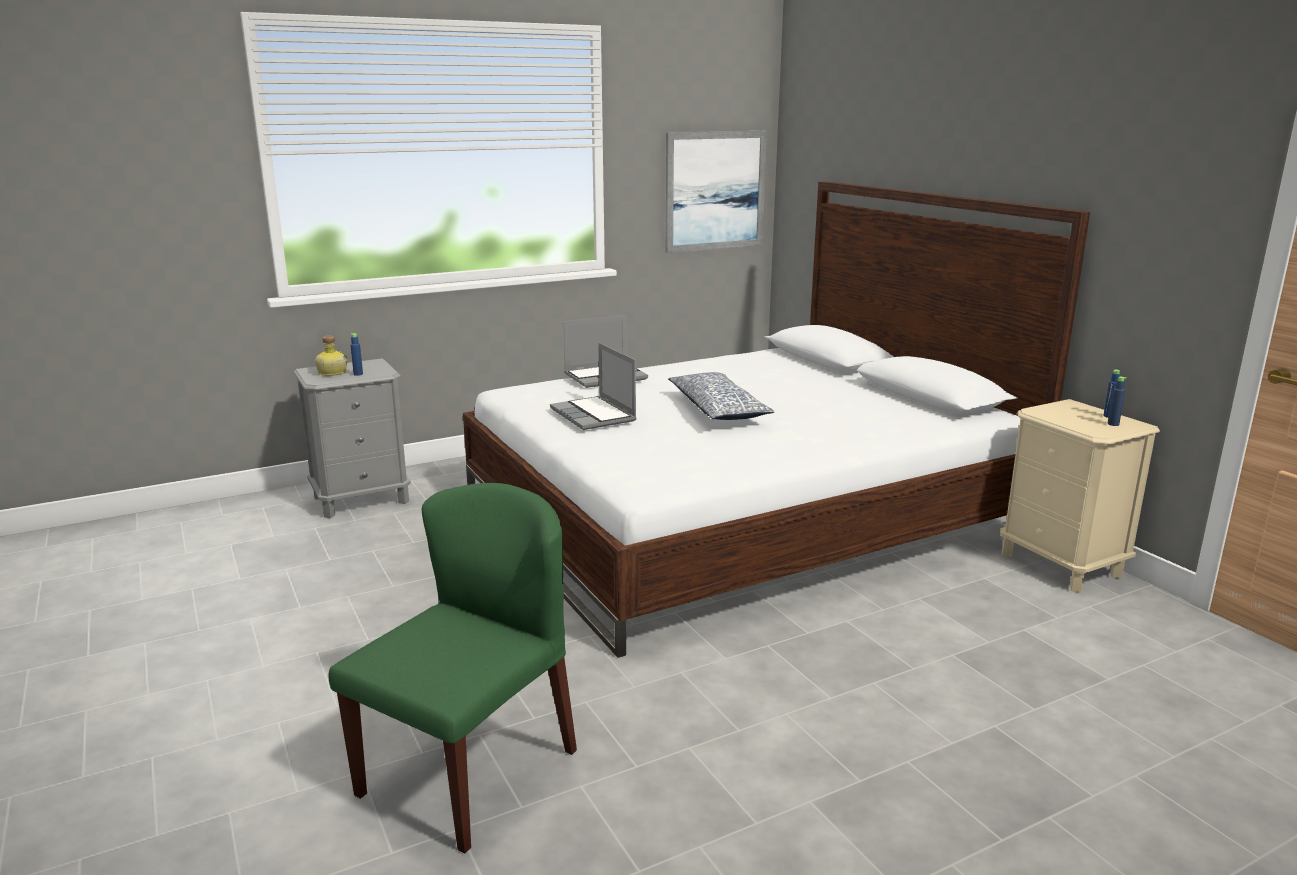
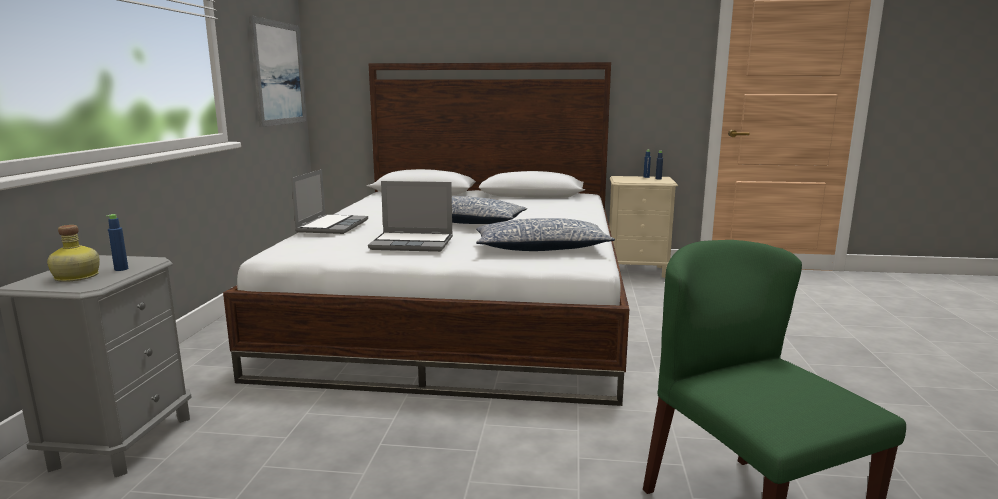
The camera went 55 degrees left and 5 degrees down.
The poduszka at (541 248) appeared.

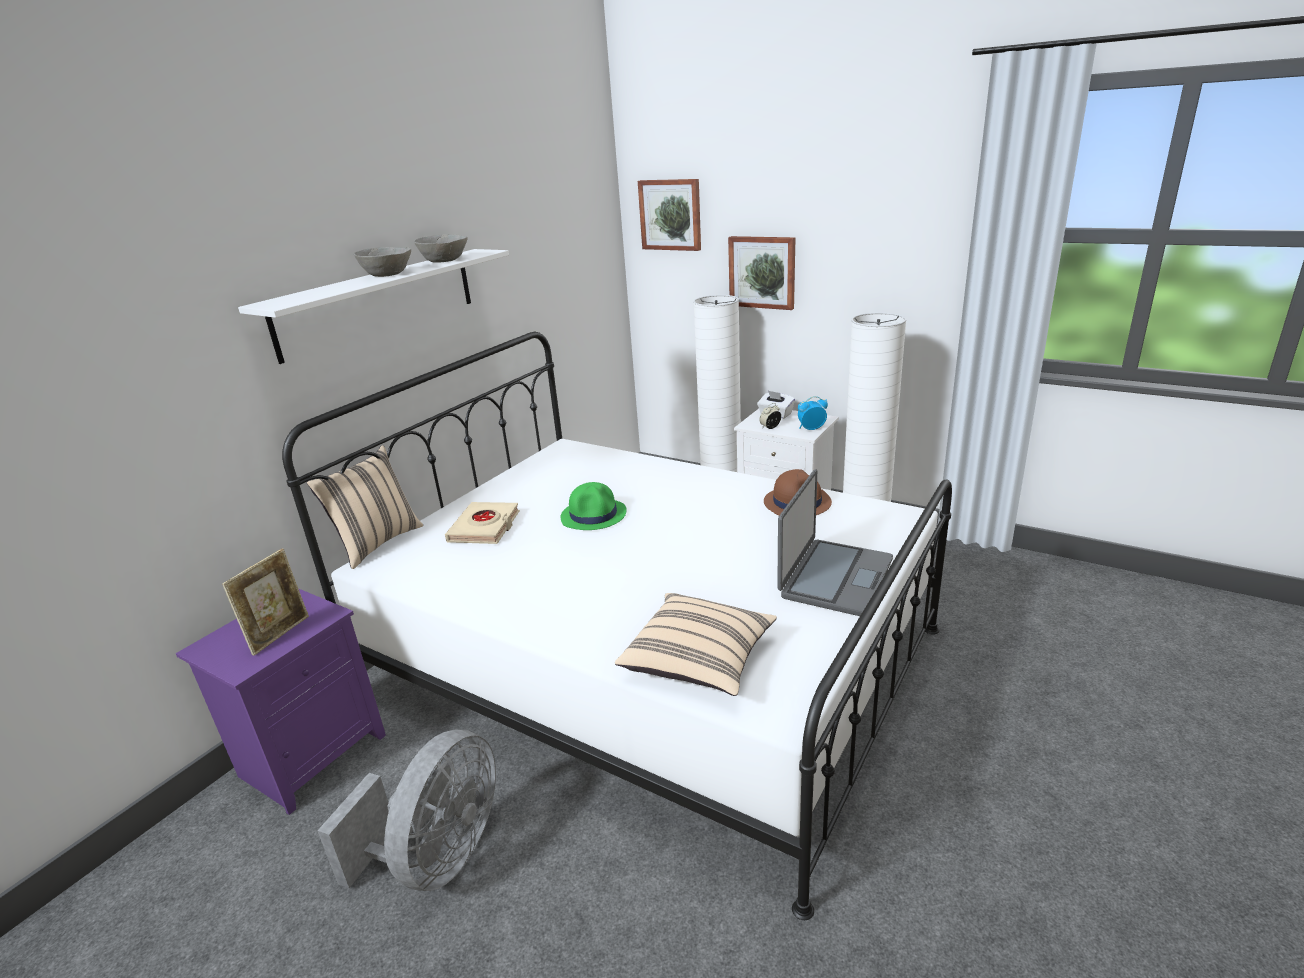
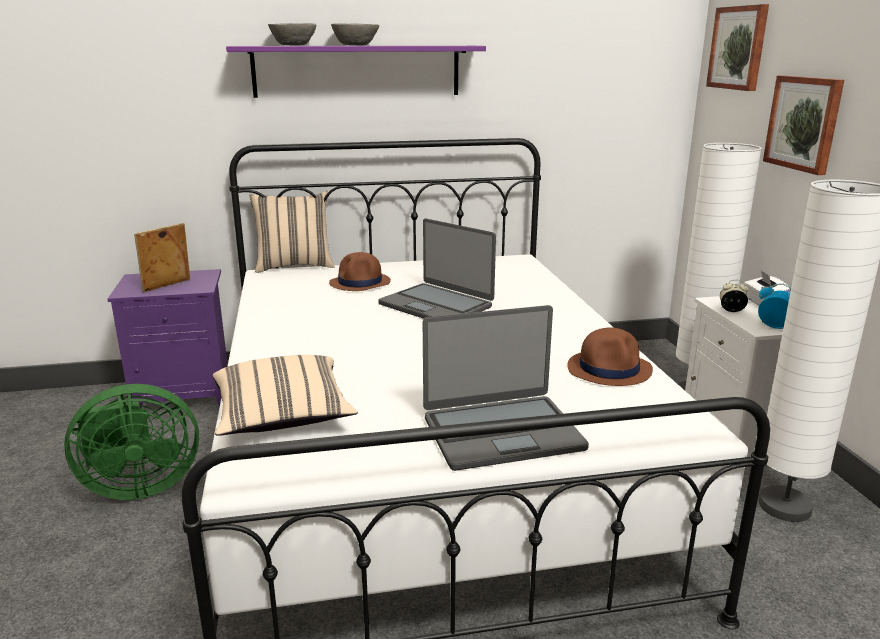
The camera went 45 degrees right and 5 degrees down.
The miska/szary moved from (444 261) to (293 45).
The książka/beżowy at (485 527) was replaced by the kapelusz/brązowy at (360 283).
The kapelusz/zielony at (594 515) was replaced by the laptop at (436 305).
The półka/biały at (379 302) became the półka/fioletowy at (357 71).
The wentylator/szary at (439 857) became the wentylator/zielony at (138 486).
The ramka na zdjęcie at (280 634) turned 150 degrees clockwise.

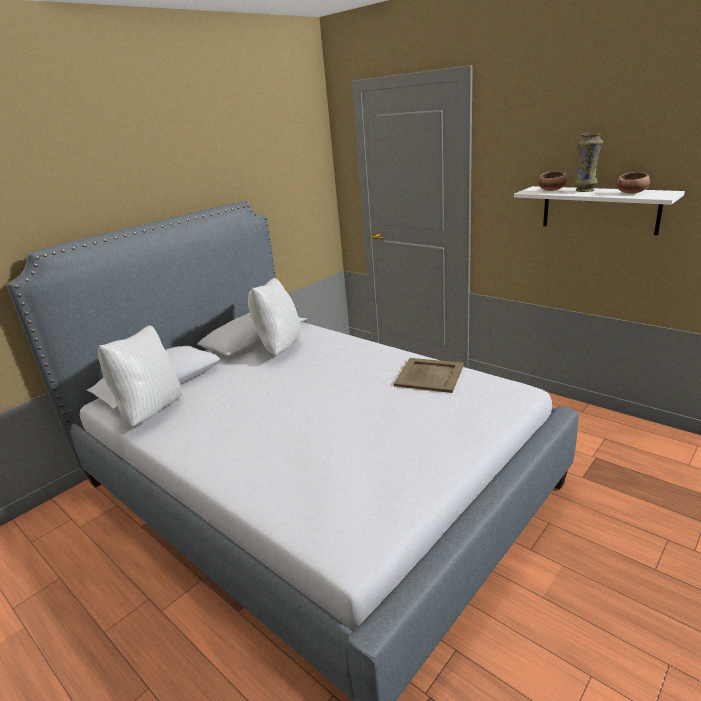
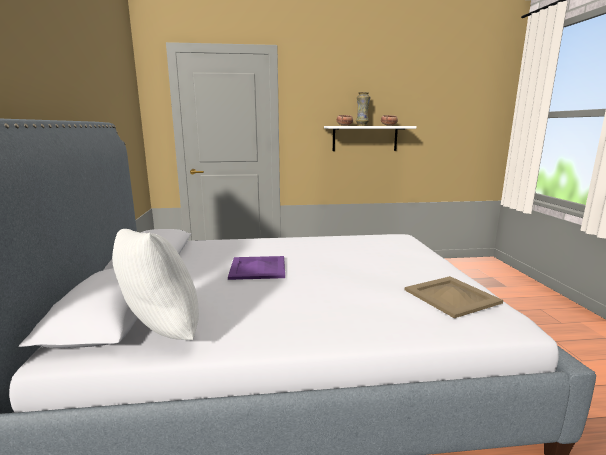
The camera went 50 degrees left and 10 degrees down.
The poduszka/biały at (279 348) disappeared.
The taca/fioletowy at (258 268) appeared.
The taca/beżowy moved from (429 375) to (451 296).

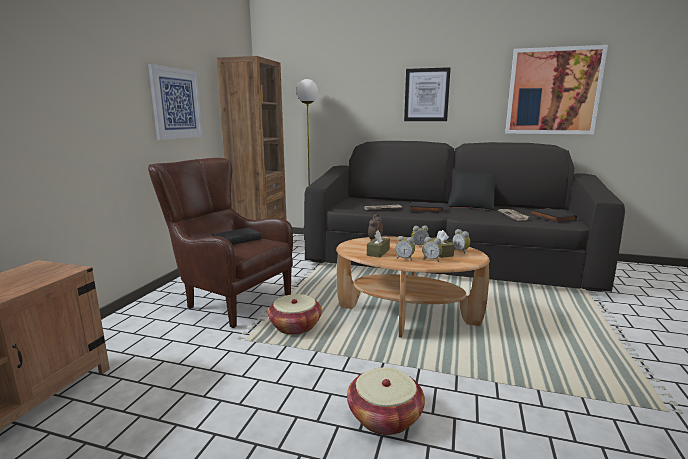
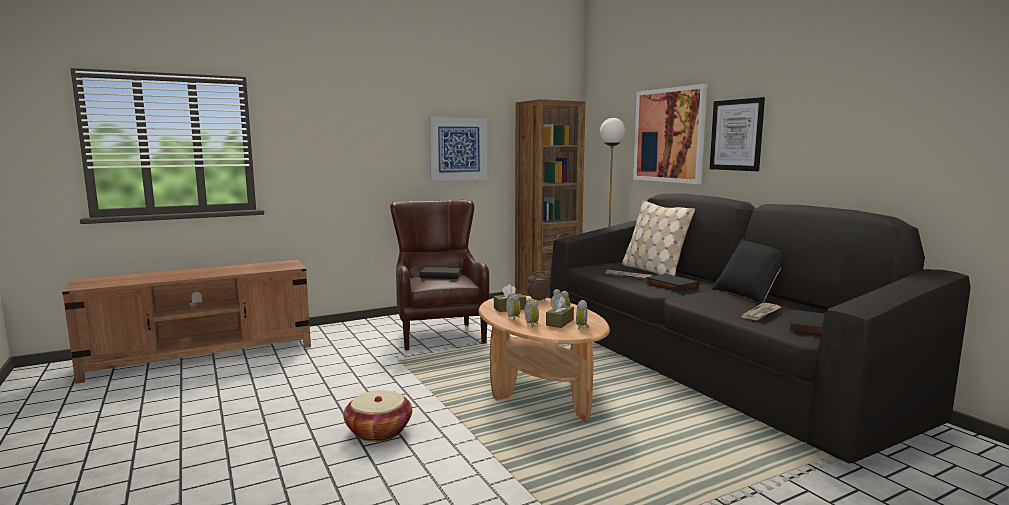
The camera went 45 degrees right and 5 degrees down.
The koszyk at (295 326) disappeared.
The poduszka/beżowy at (653 271) appeared.
The obraz moved from (553 91) to (669 135).

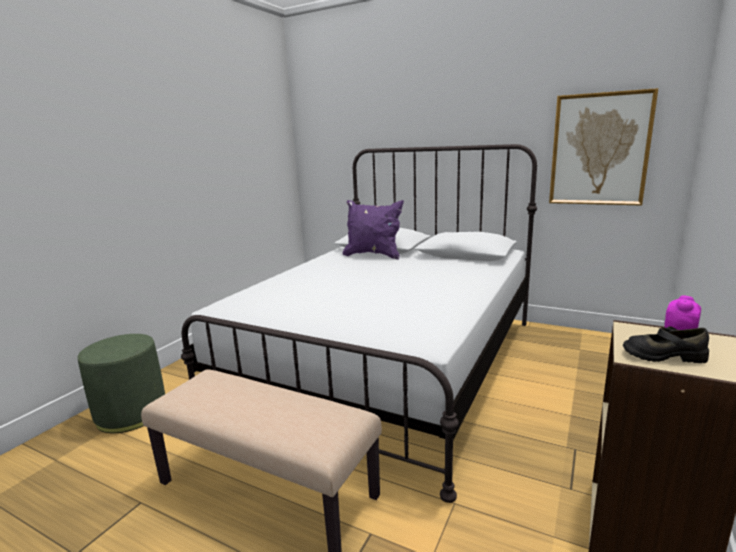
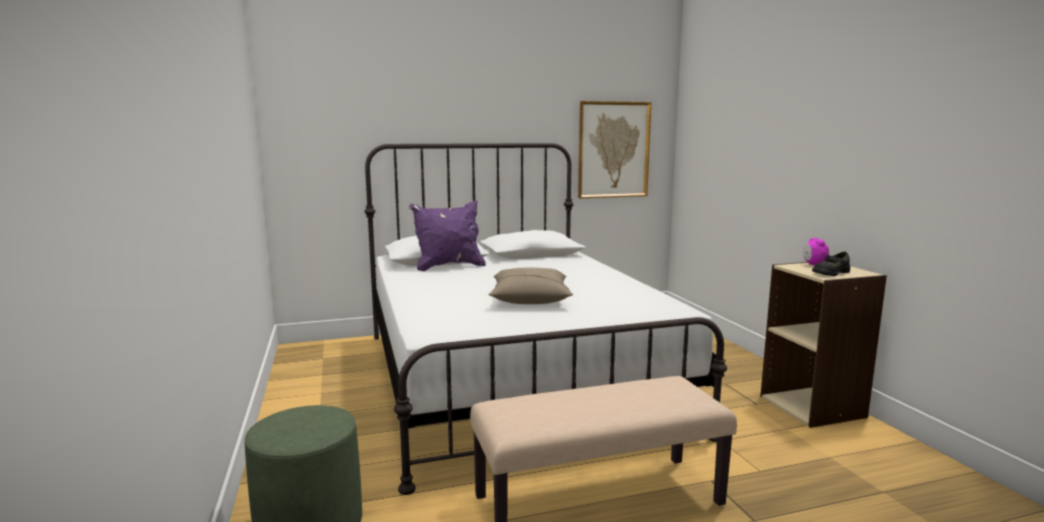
The camera went 45 degrees left and 5 degrees down.
The poduszka/beżowy at (530 299) appeared.

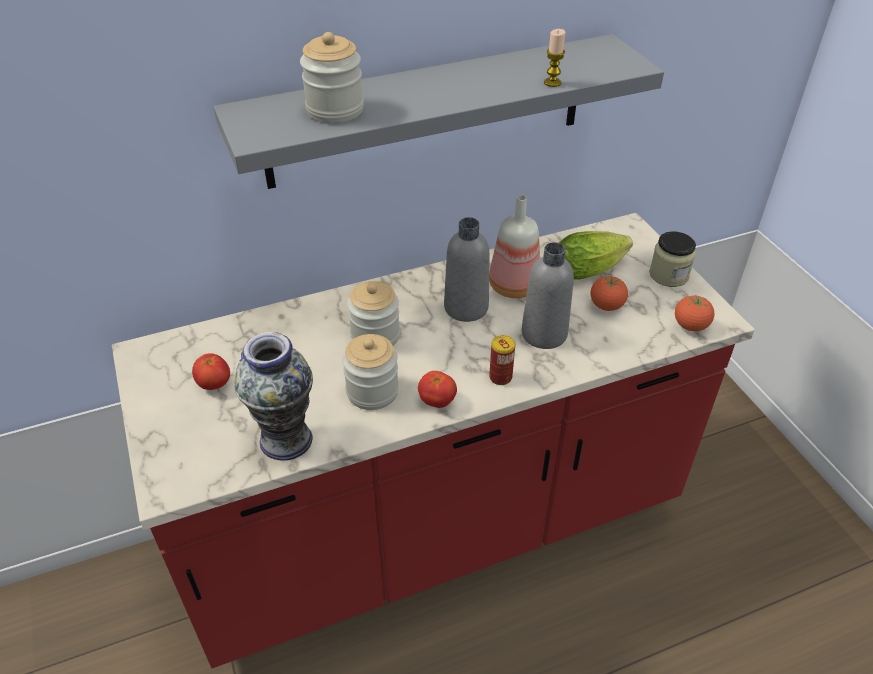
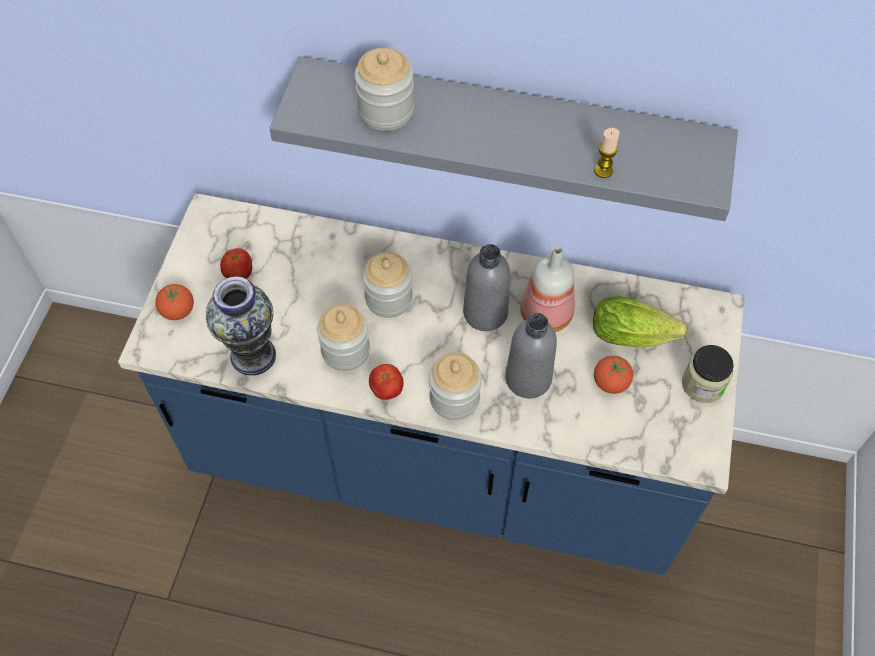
The camera went 35 degrees right and 15 degrees up.
The pomidor moved from (690 326) to (178 311).
The puszka at (500 377) was replaced by the słoik at (454 398).
The zabudowa kuchenna/czerwony at (436 529) became the zabudowa kuchenna/niebieski at (437 465).

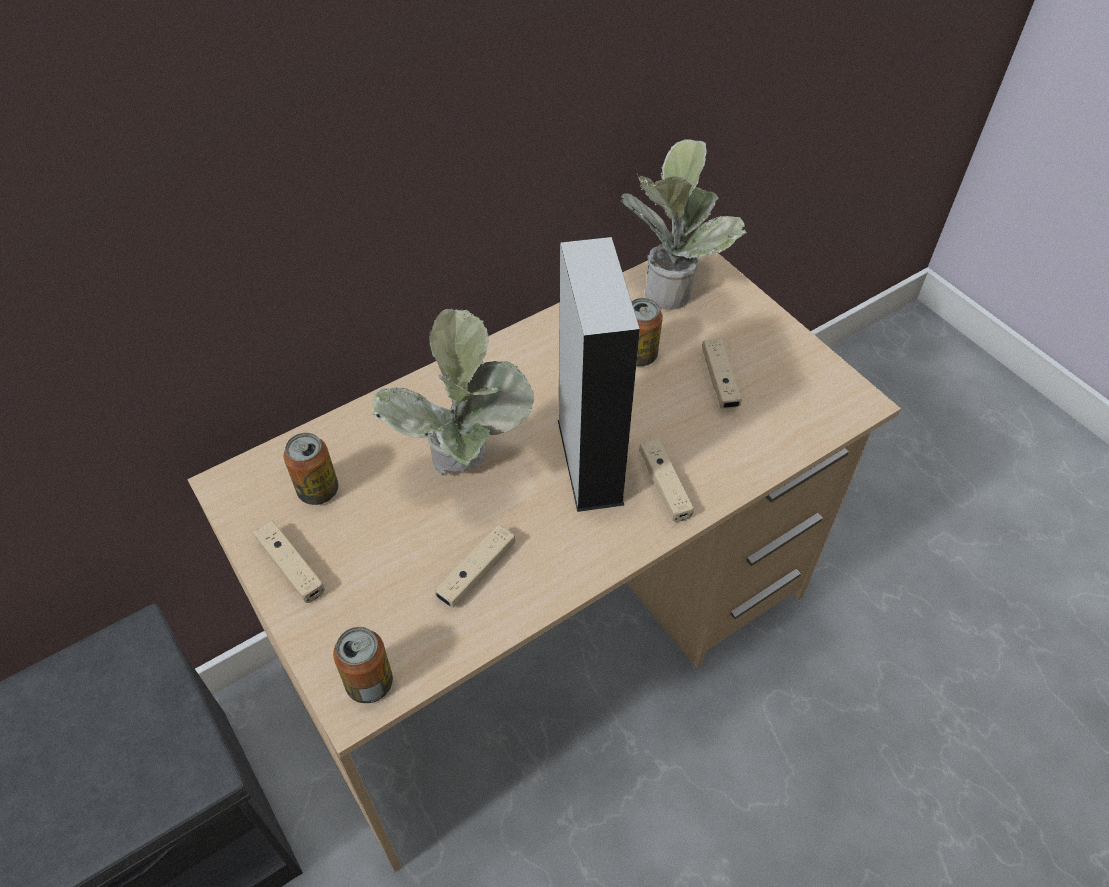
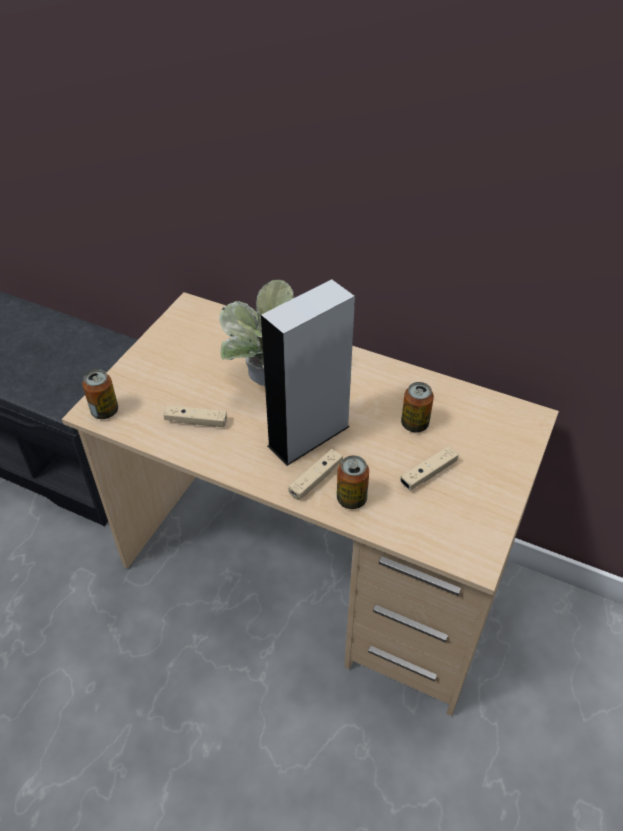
The camera went 60 degrees right and 5 degrees down.
The pad do gier/beżowy at (291 567) disappeared.
The roślina doniczkowa at (671 286) disappeared.
The puszka moved from (318 490) to (351 499).

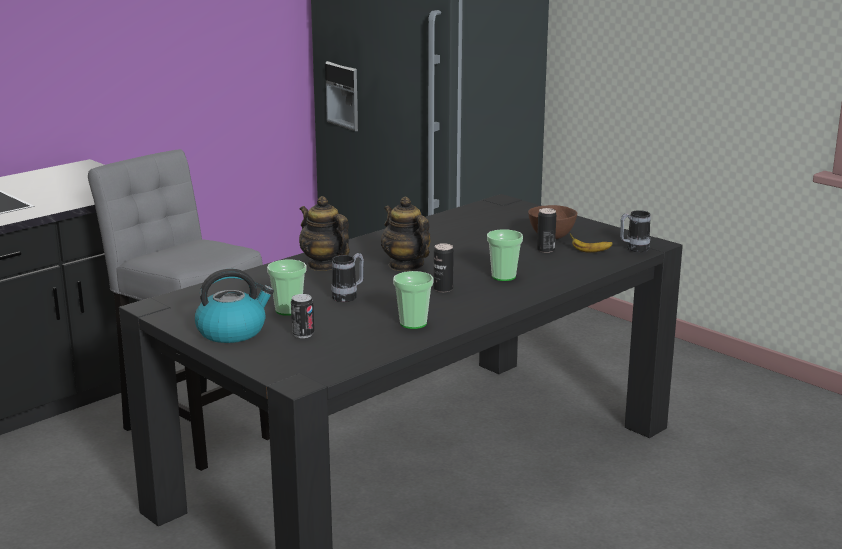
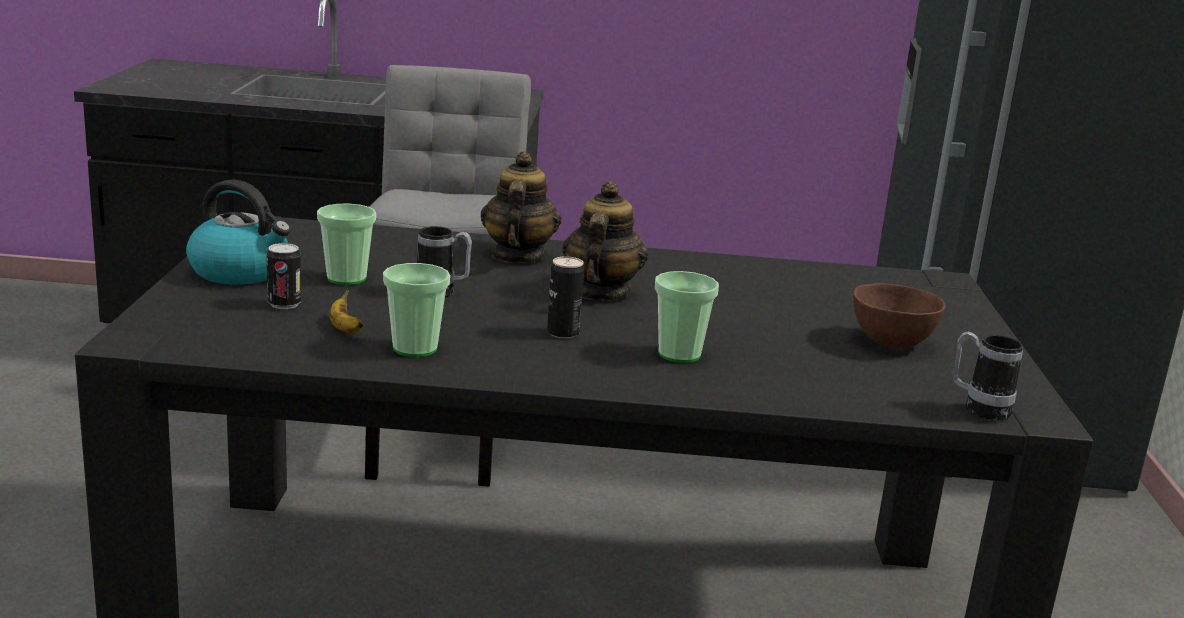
The camera went 45 degrees right and 0 degrees up.
The puszka at (545 250) disappeared.
The banan moved from (589 251) to (344 329).

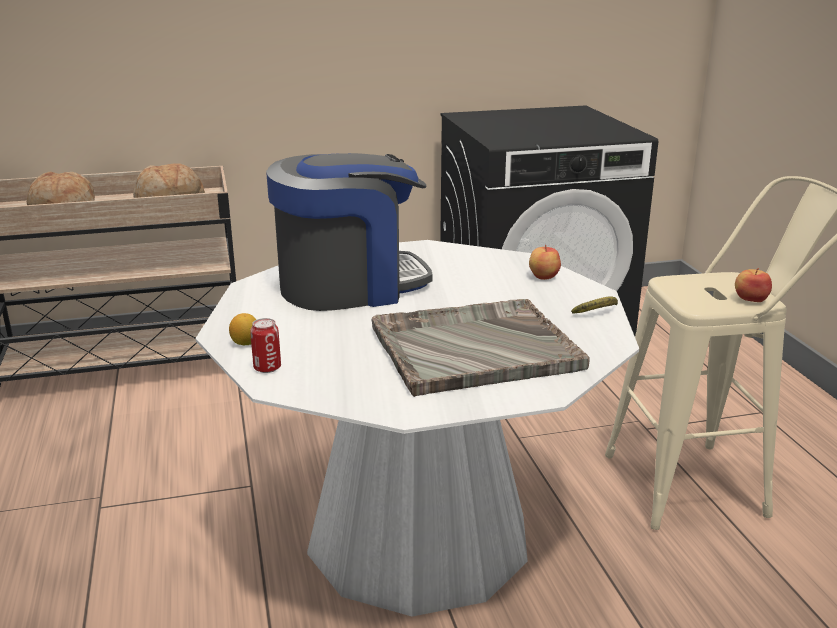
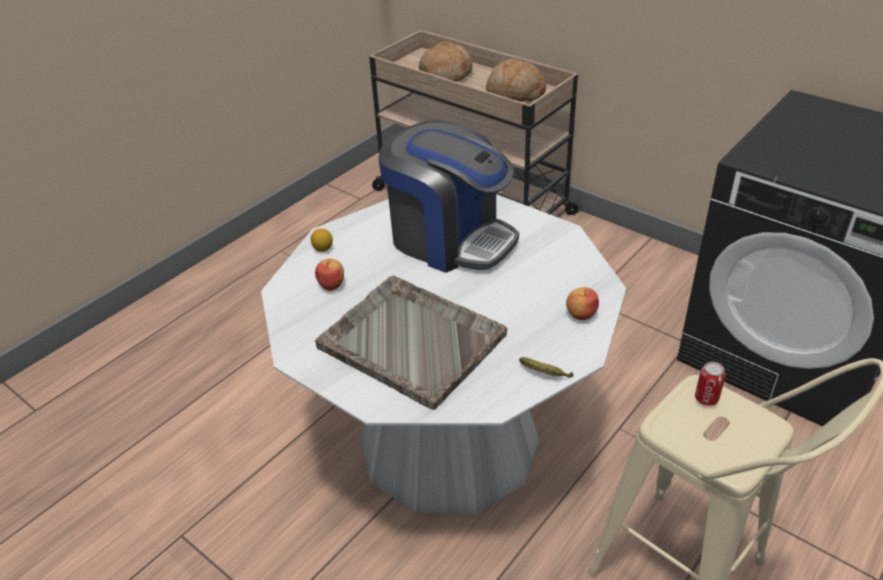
The camera went 55 degrees right and 15 degrees up.
The puszka moved from (267 368) to (706 398).
The jabłko moved from (750 298) to (332 284).

